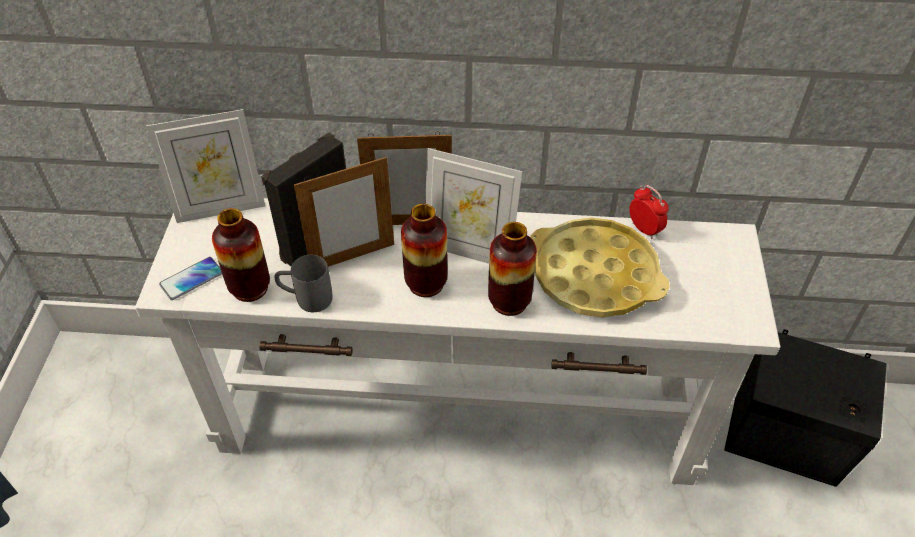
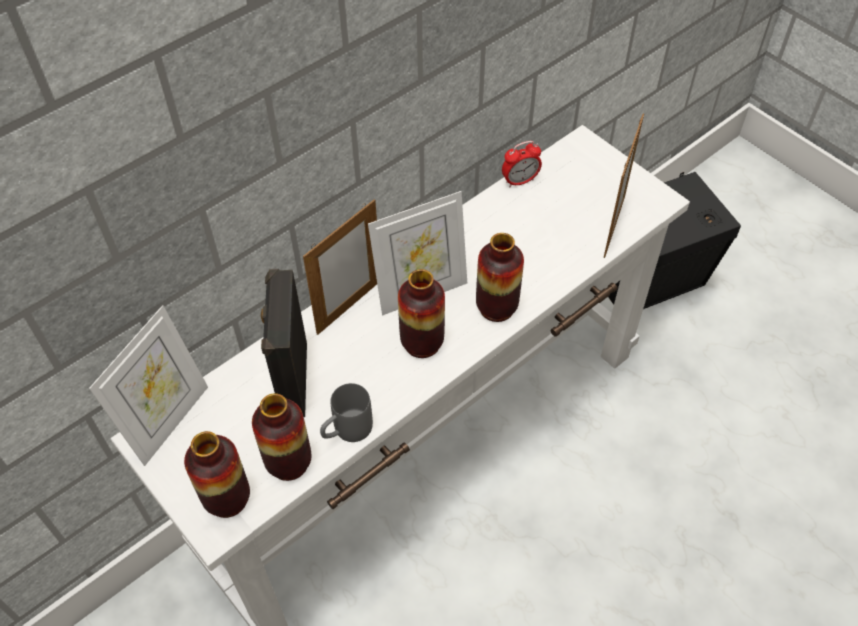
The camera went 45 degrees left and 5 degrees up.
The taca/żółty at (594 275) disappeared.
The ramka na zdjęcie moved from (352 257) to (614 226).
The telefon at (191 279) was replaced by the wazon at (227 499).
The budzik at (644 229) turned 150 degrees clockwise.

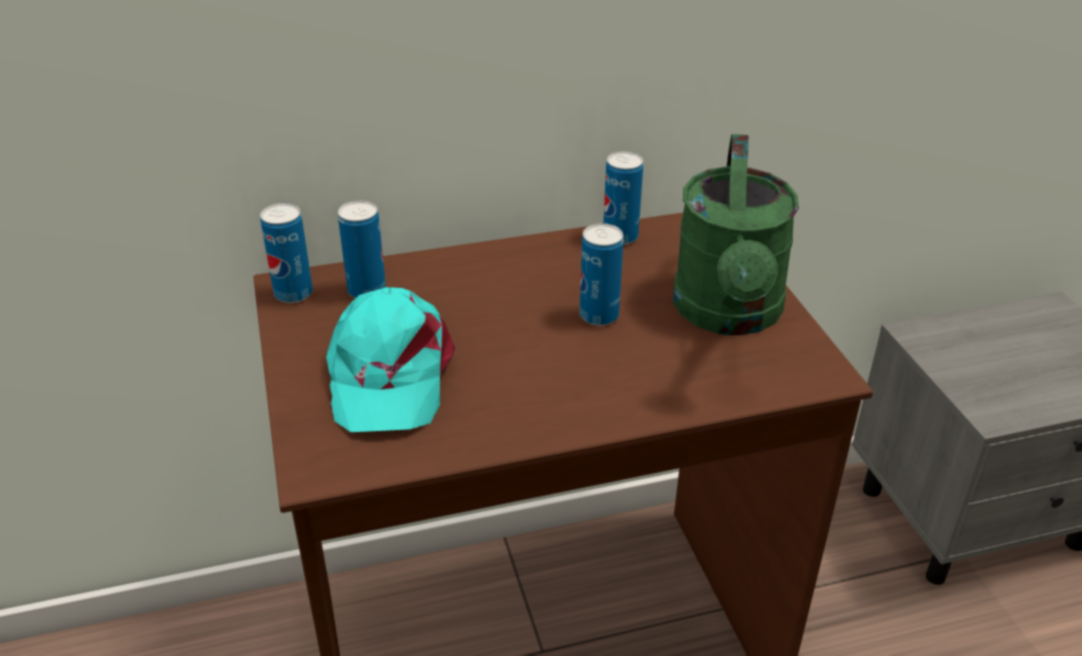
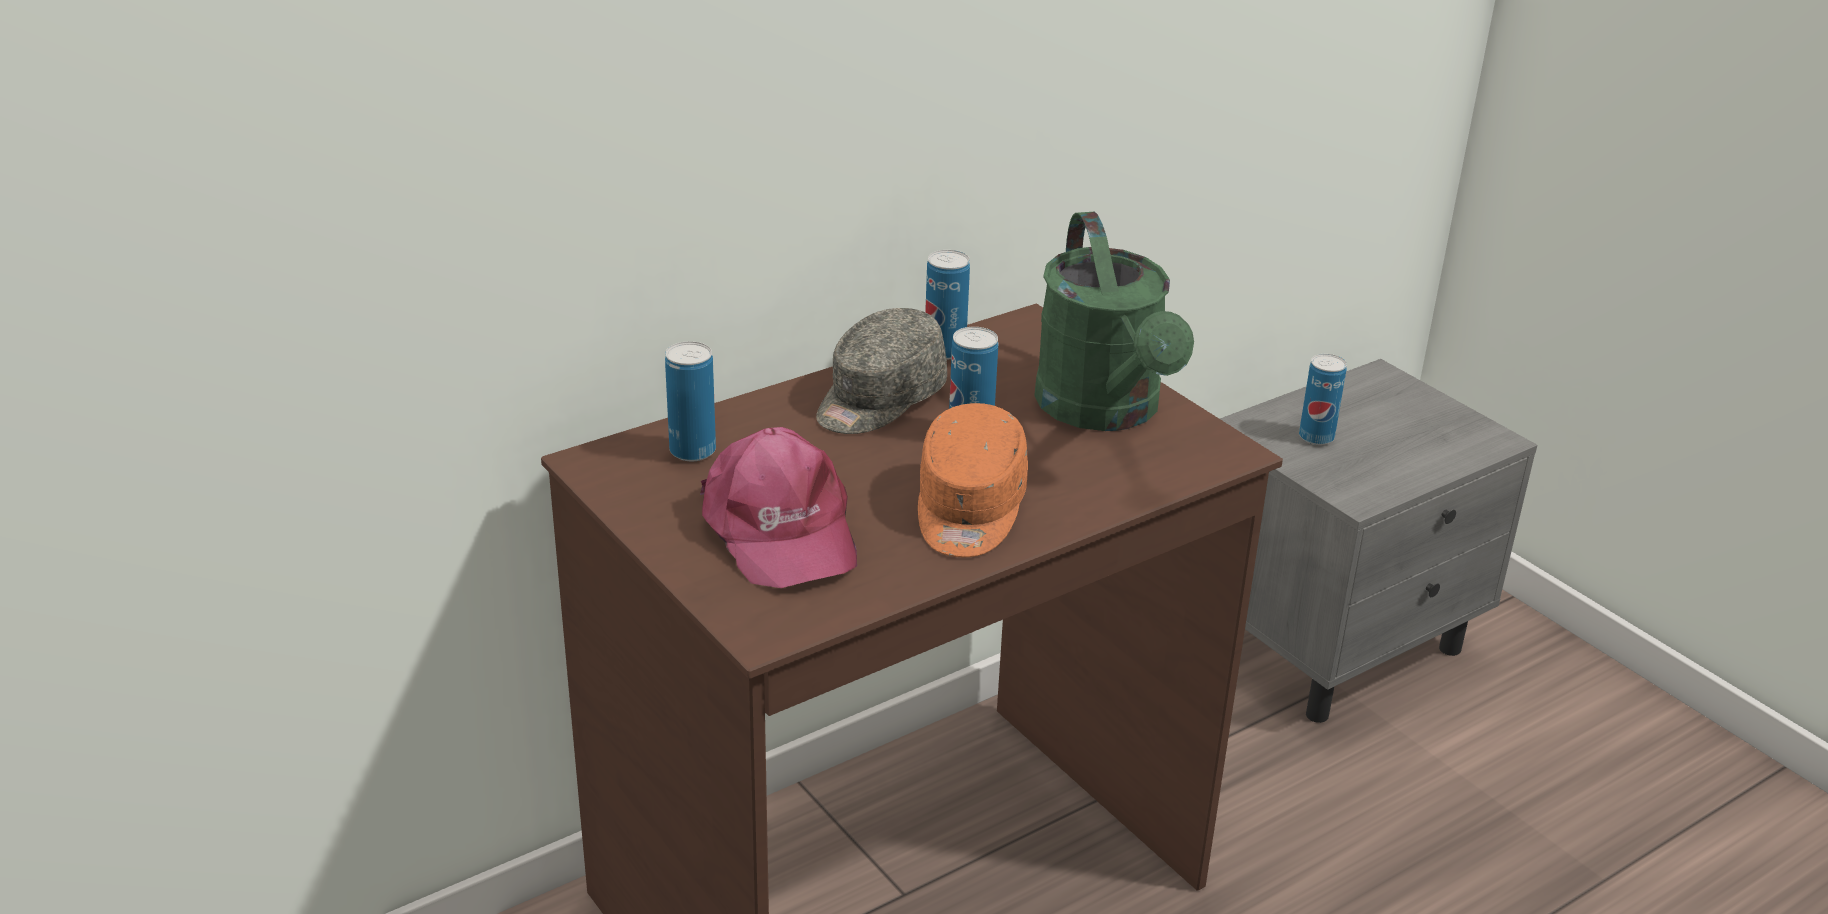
The camera went 20 degrees left and 5 degrees down.
The czapka z daszkiem/szary at (878 400) appeared.
The czapka z daszkiem/pomarańczowy at (969 510) appeared.
The puszka moved from (293 294) to (1316 437).
The czapka z daszkiem/turkusowy at (388 375) became the czapka z daszkiem/różowy at (779 530).

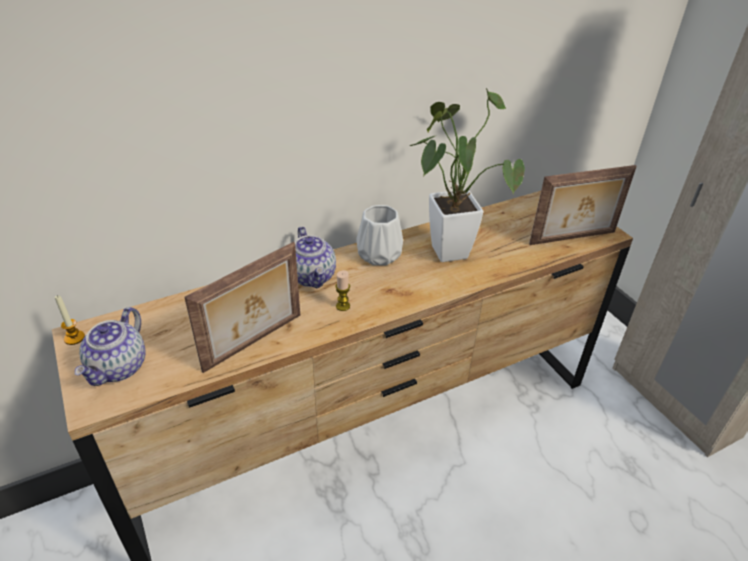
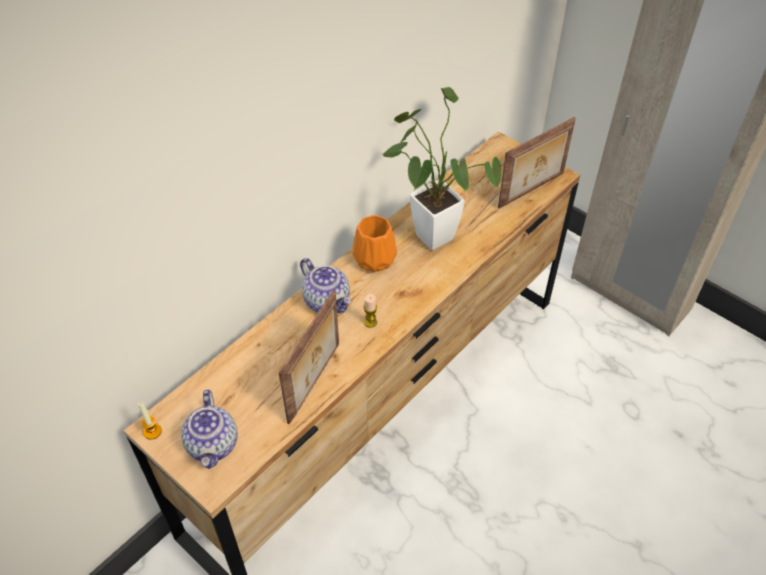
The camera went 20 degrees left and 10 degrees up.
The wazon/biały at (377 255) became the wazon/pomarańczowy at (373 259).

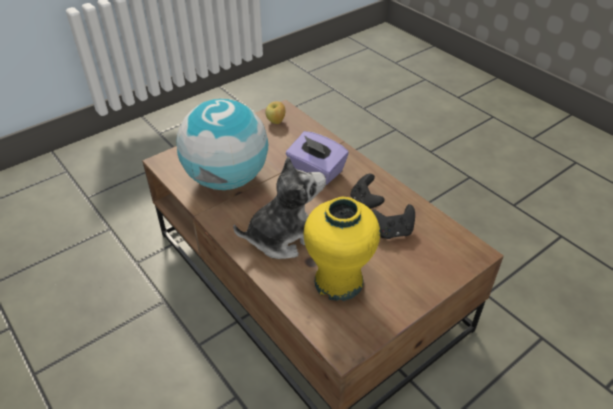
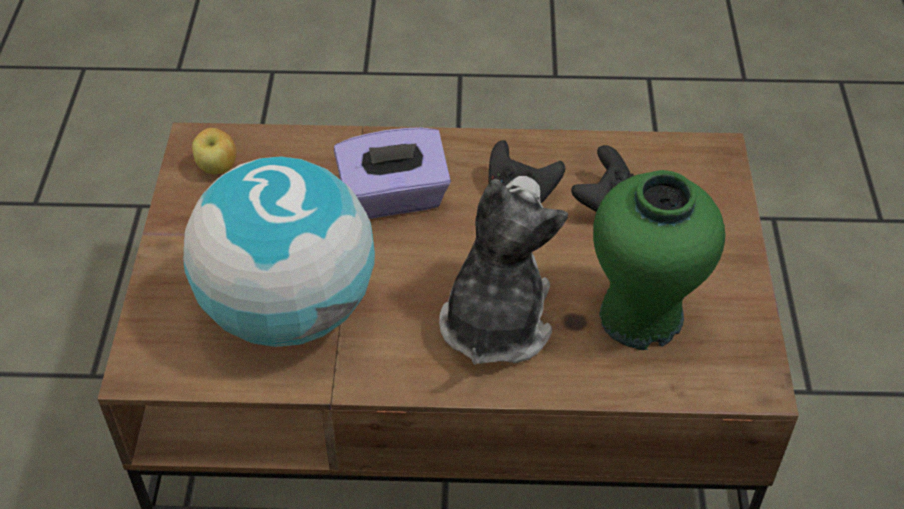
The camera went 50 degrees left and 5 degrees up.
The wazon/żółty at (339 282) became the wazon/zielony at (641 316).

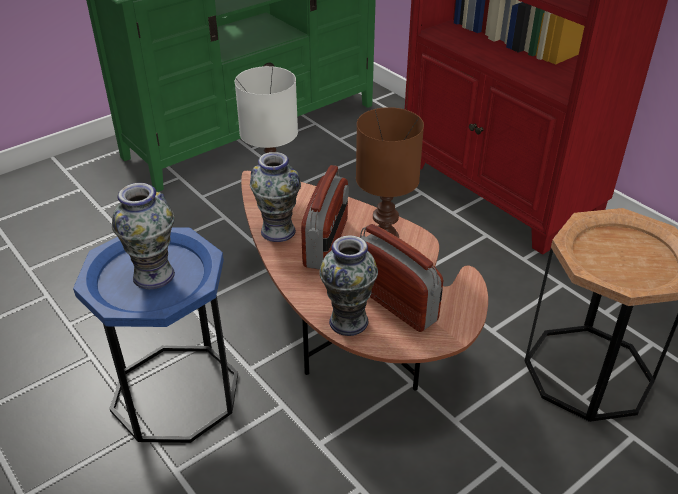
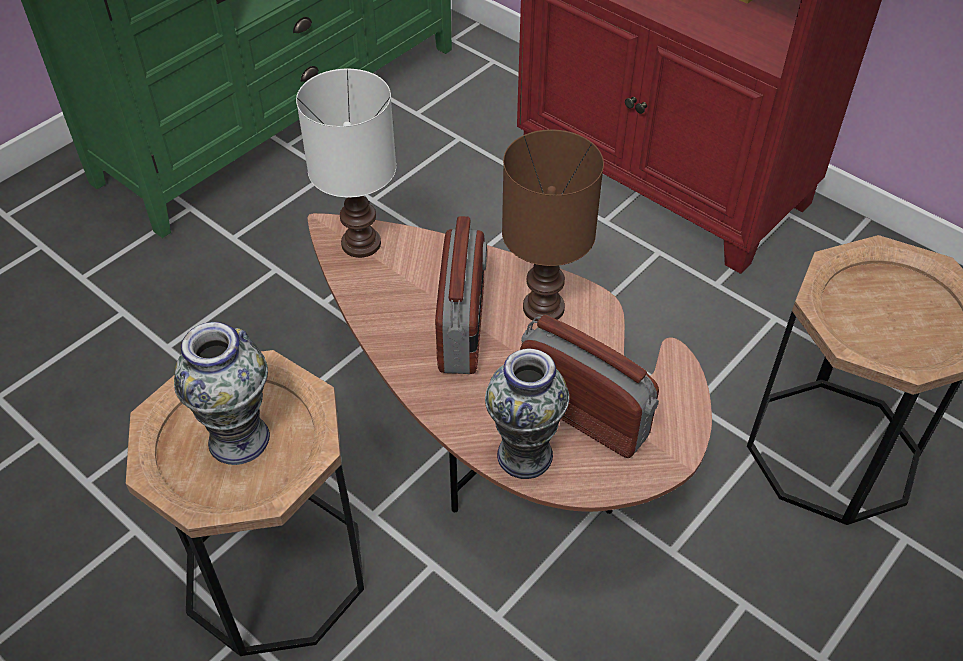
The camera went 10 degrees left and 10 degrees up.
The wazon at (278 231) disappeared.
The stolik/niebieski at (175 392) became the stolik/brązowy at (275 569).

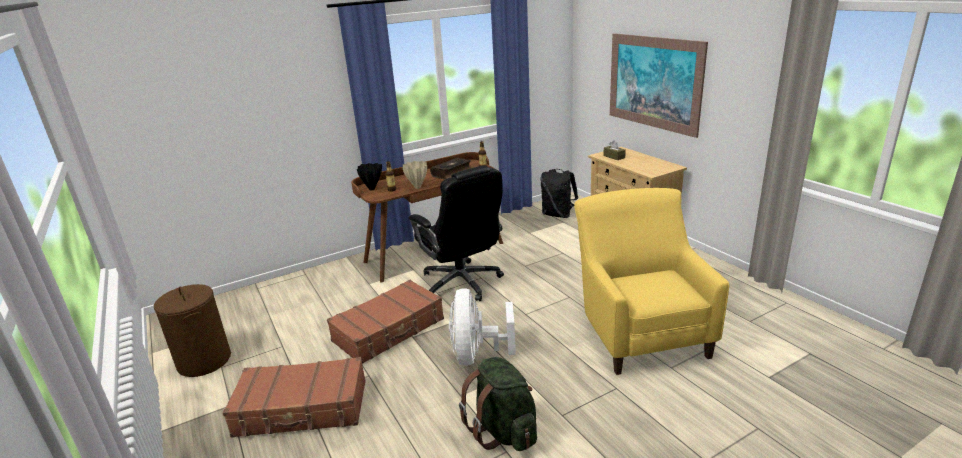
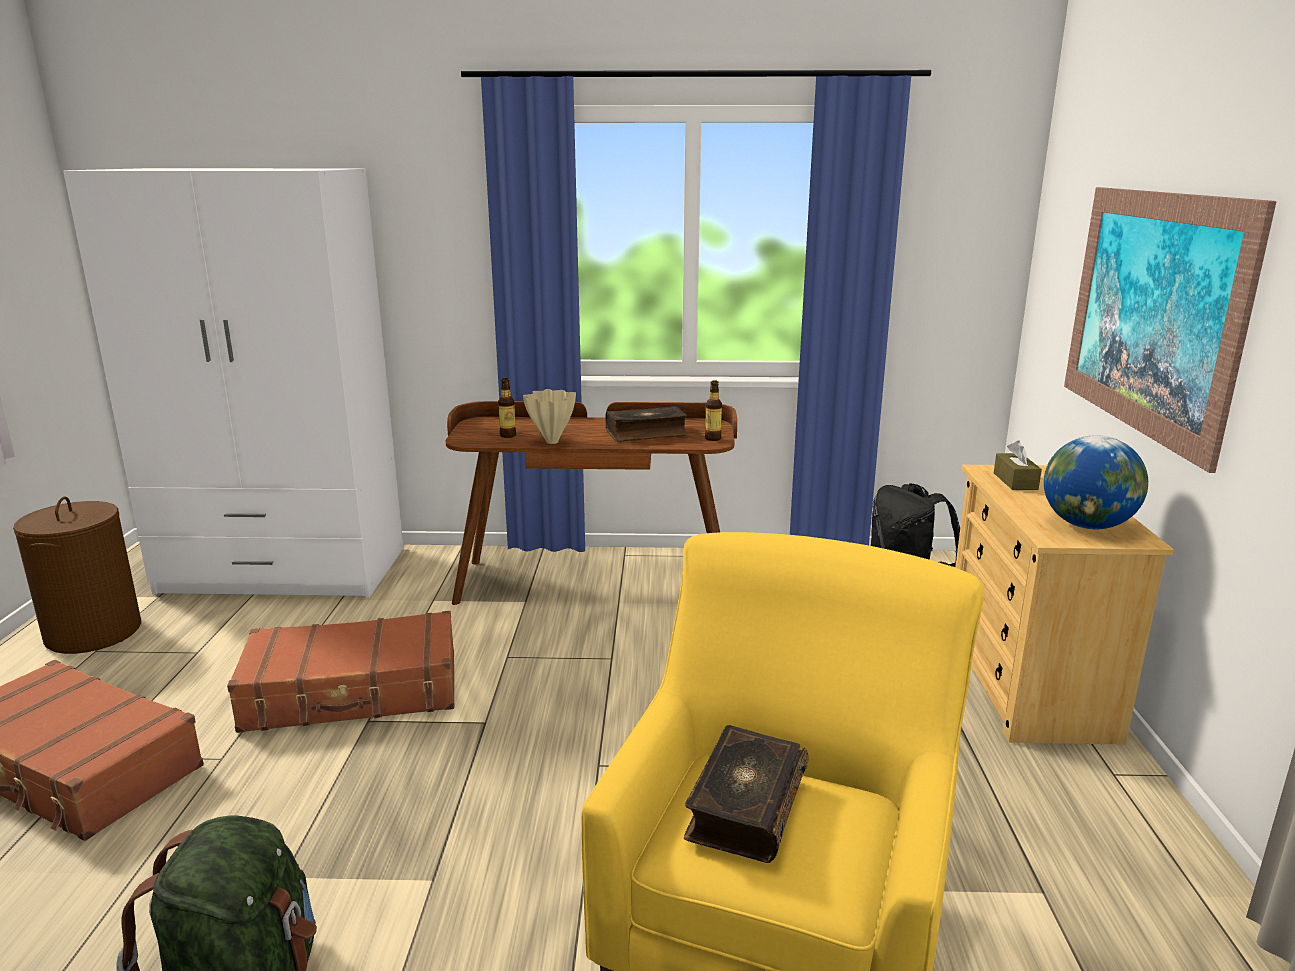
The camera went 30 degrees right and 5 degrees down.
The wazon/czarny at (372 189) disappeared.
The krzesło biurowe/czarny at (462 283) disappeared.
The wentylator/biały at (477 355) disappeared.
The szafa/biały at (284 571) appeared.
The książka at (744 807) appeared.
The globus at (1087 526) appeared.

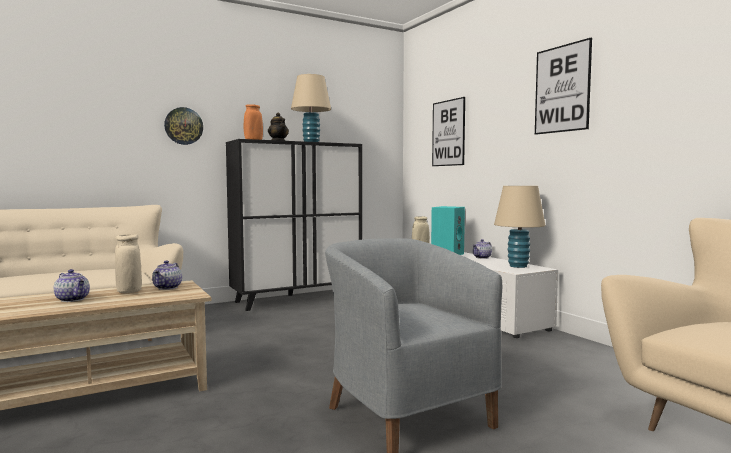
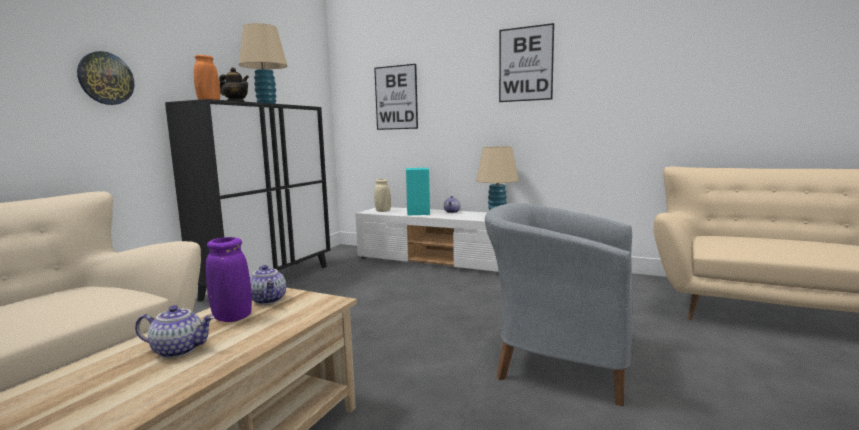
The camera went 35 degrees left and 5 degrees up.
The wazon/beżowy at (129 292) became the wazon/fioletowy at (232 318).

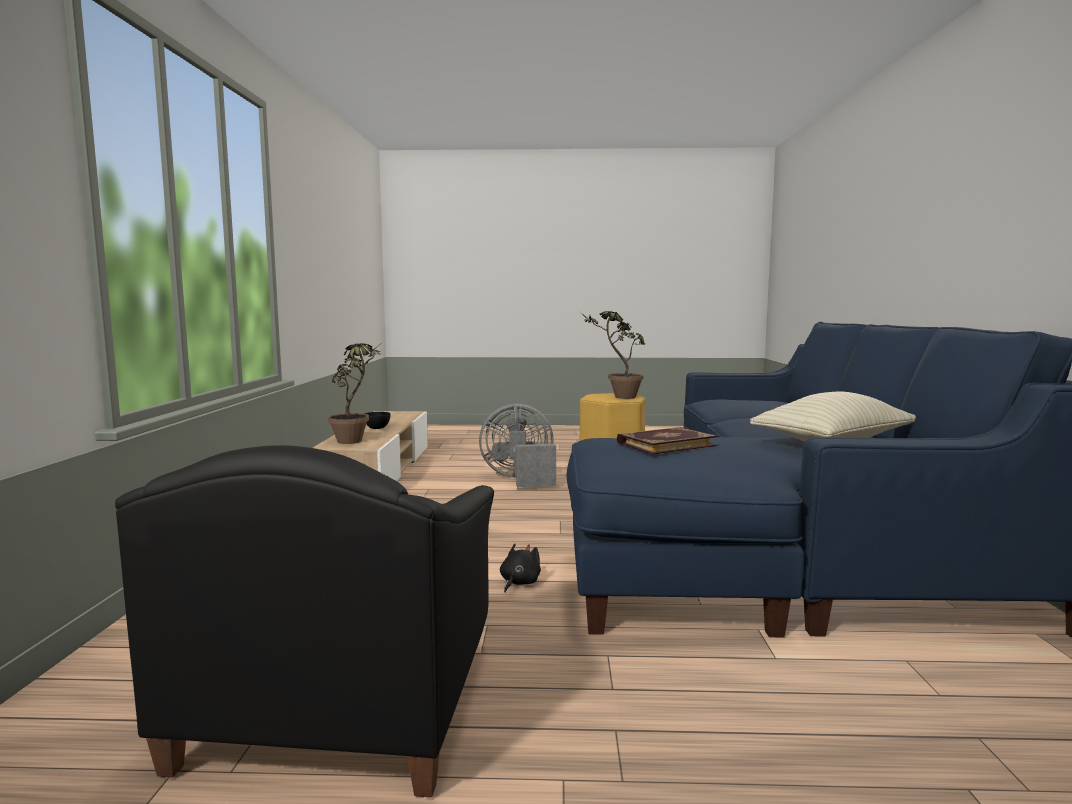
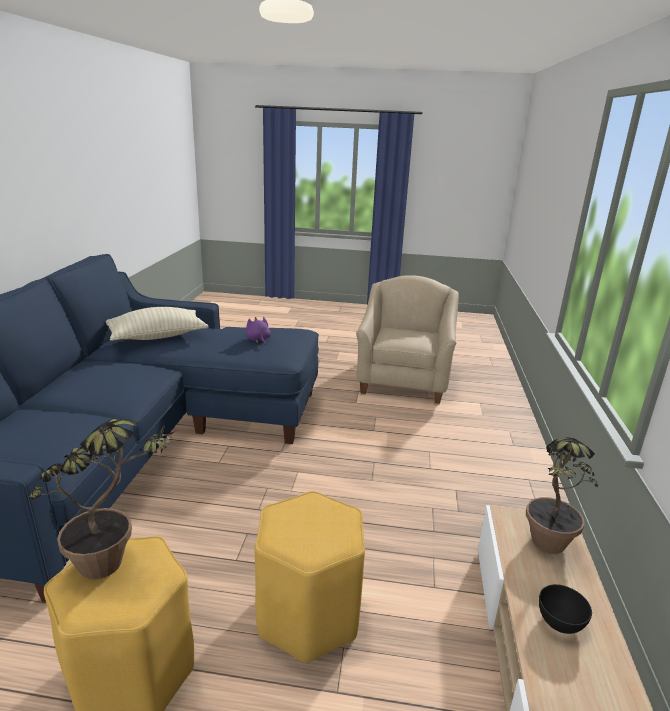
The camera went 175 degrees left and 15 degrees up.
The pluszak/czarny at (519 583) disappeared.
The wentylator/szary at (520 479) was replaced by the stołek/żółty at (309 614).
The książka at (665 444) was replaced by the pluszak/fioletowy at (258 340).
The fotel/czarny at (346 701) became the fotel/beżowy at (404 380).

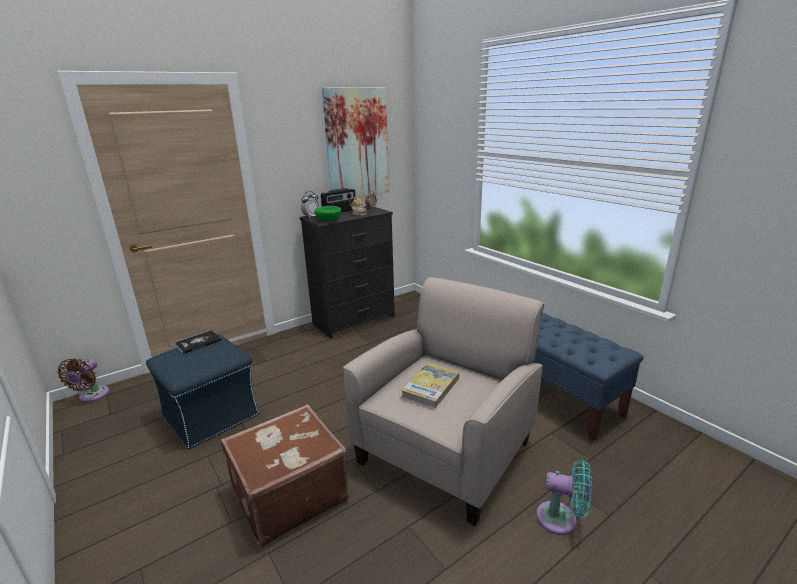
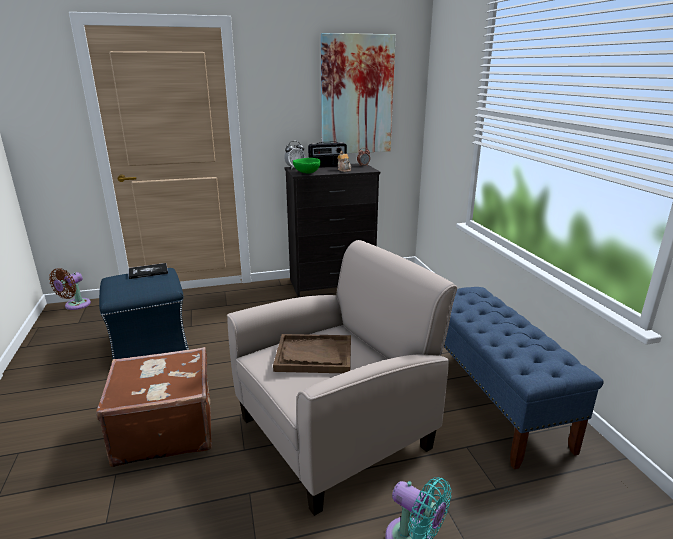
The camera went 20 degrees right and 0 degrees up.
The książka at (431 387) was replaced by the taca/brązowy at (313 355).

